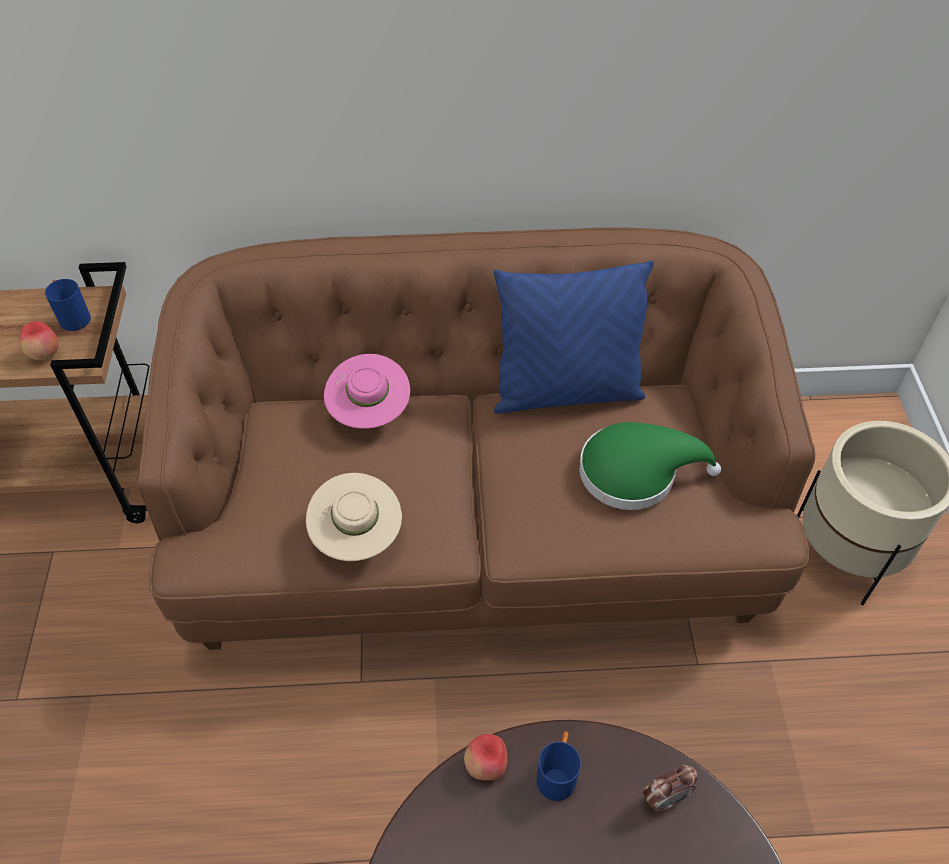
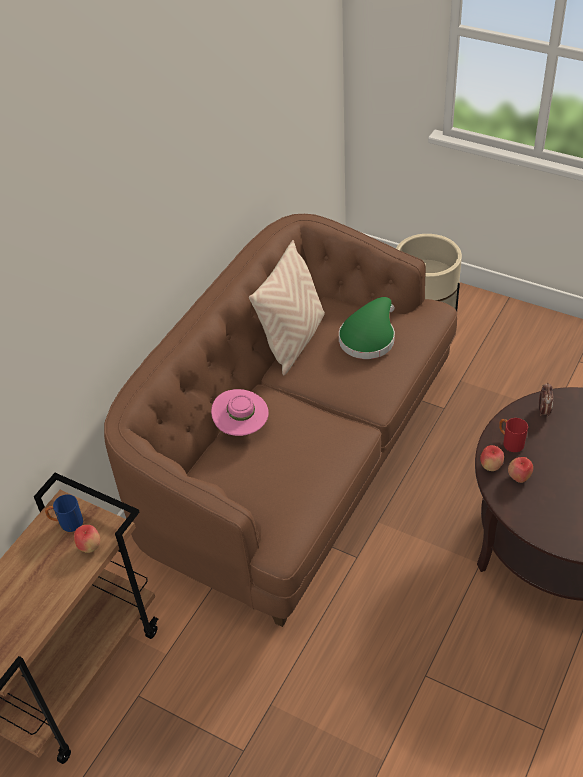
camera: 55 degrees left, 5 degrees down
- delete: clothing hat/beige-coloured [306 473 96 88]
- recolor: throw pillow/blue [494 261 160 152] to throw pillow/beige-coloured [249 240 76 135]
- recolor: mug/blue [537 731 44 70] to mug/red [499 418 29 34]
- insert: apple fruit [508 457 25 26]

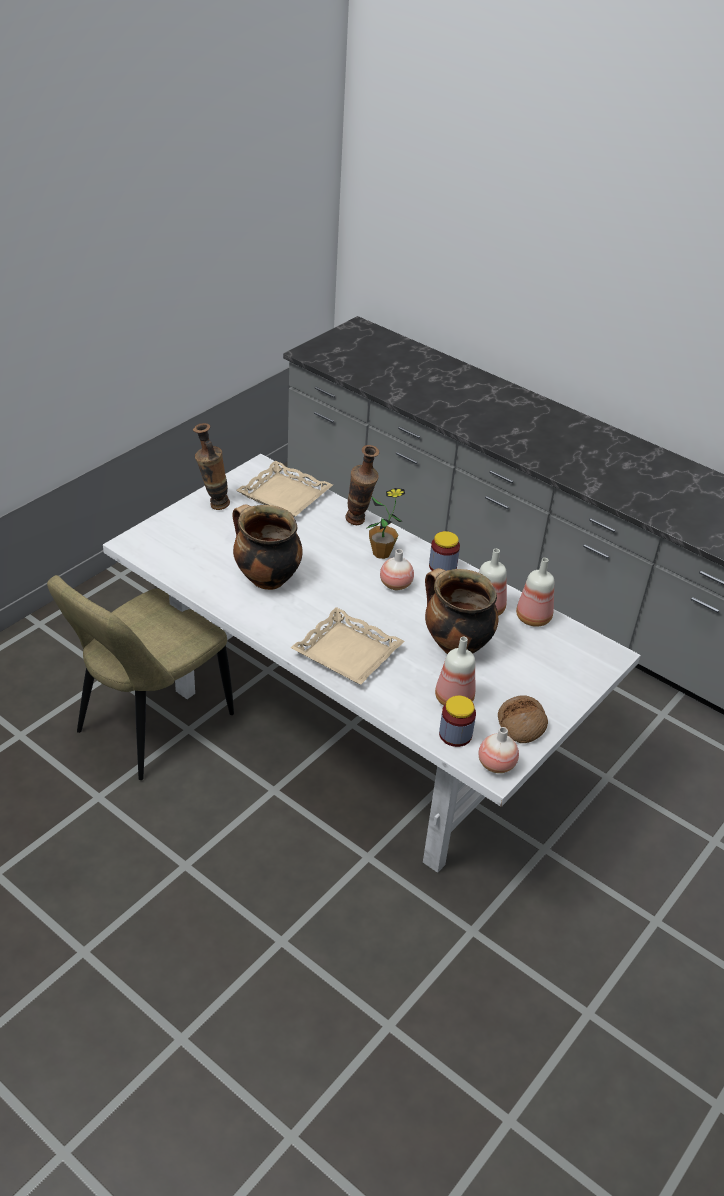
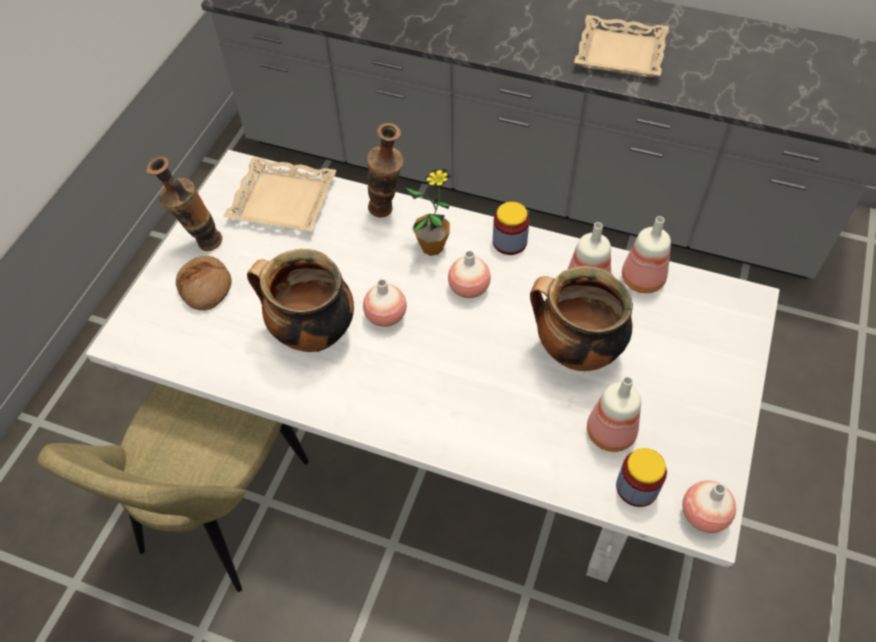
camera: 15 degrees left, 15 degrees up
- move: serving tray/beige-coloured [291 607 114 78] to [574 15 95 62]
- move: bakery bread [498 695 50 48] to [176 256 56 55]
- insert: decorative vase [363 279 44 48]

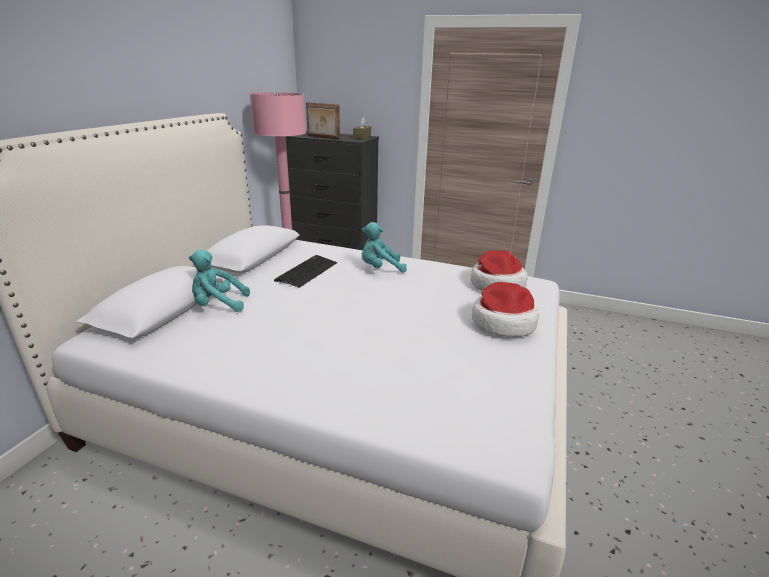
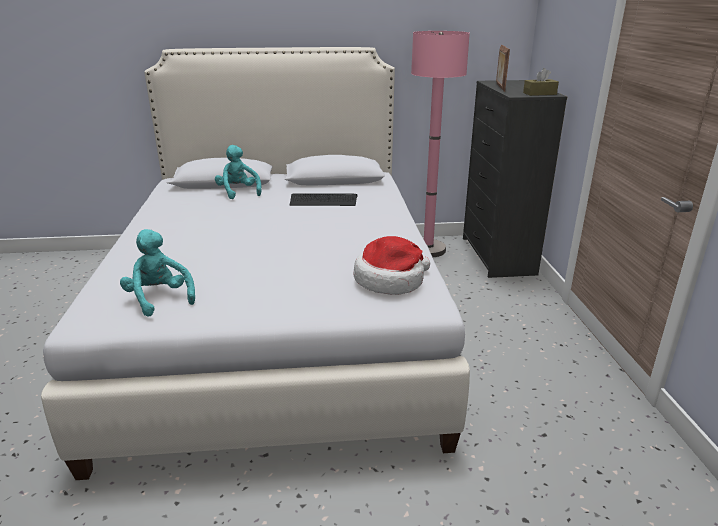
camera: 65 degrees right, 0 degrees up
- move: cuddly toy/turquoise [362 222 45 51] to [120 229 75 88]
- delete: clothing hat [472 282 67 55]

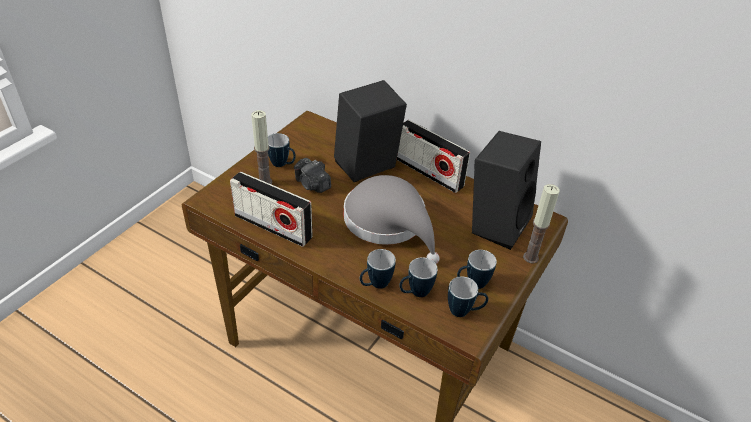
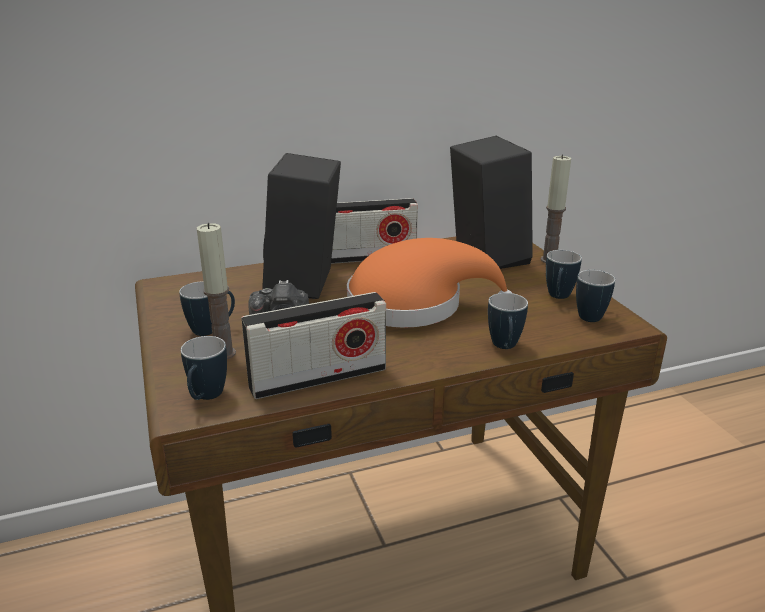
camera: 50 degrees left, 15 degrees down
- recolor: clothing hat/greyish [344 175 96 89] to clothing hat/orangey [347 238 165 90]
- move: mug [399 257 39 40] to [181 336 46 64]

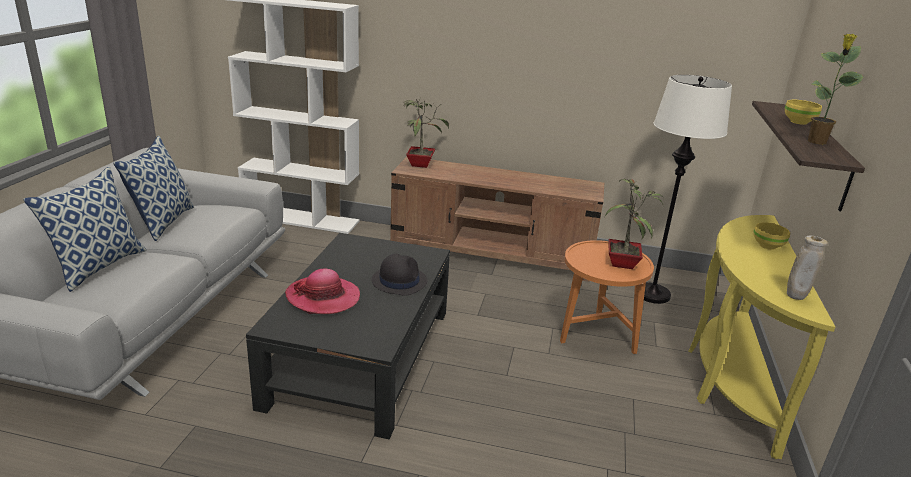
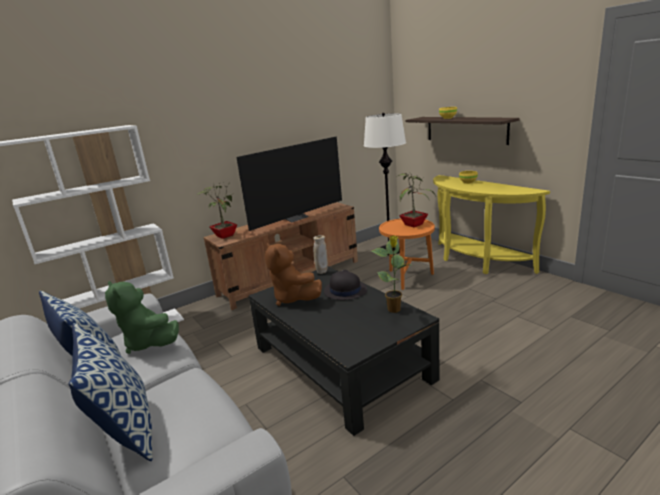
camera: 45 degrees left, 5 degrees down
- delete: clothing hat [285 268 75 46]
- move: decorative vase/beige-coloured [787 236 40 64] to [313 235 15 39]
- move: potted plant [808 34 55 111] to [372 235 41 78]
- insert: cuddly toy/green [105 281 74 73]
- insert: TV [237 137 105 94]
- insert: cuddly toy/brown [265 243 57 63]

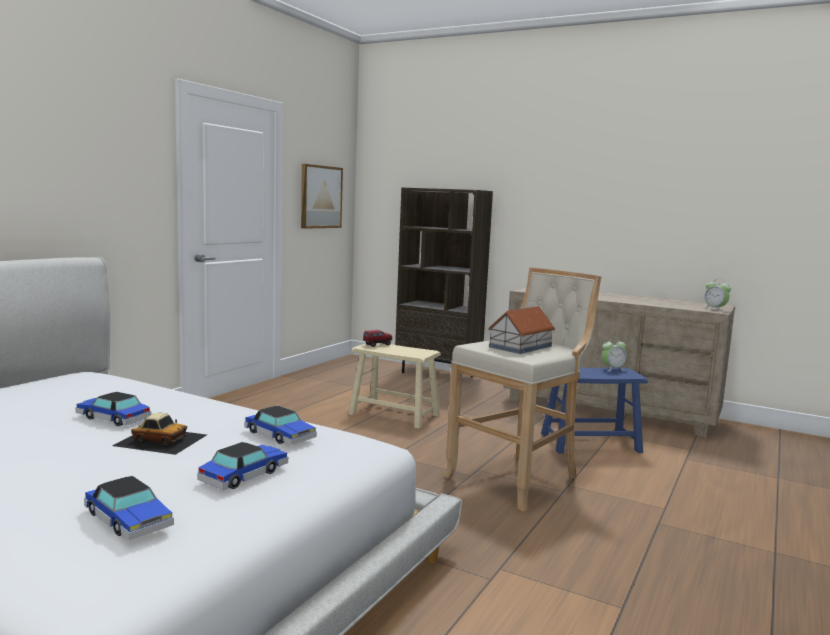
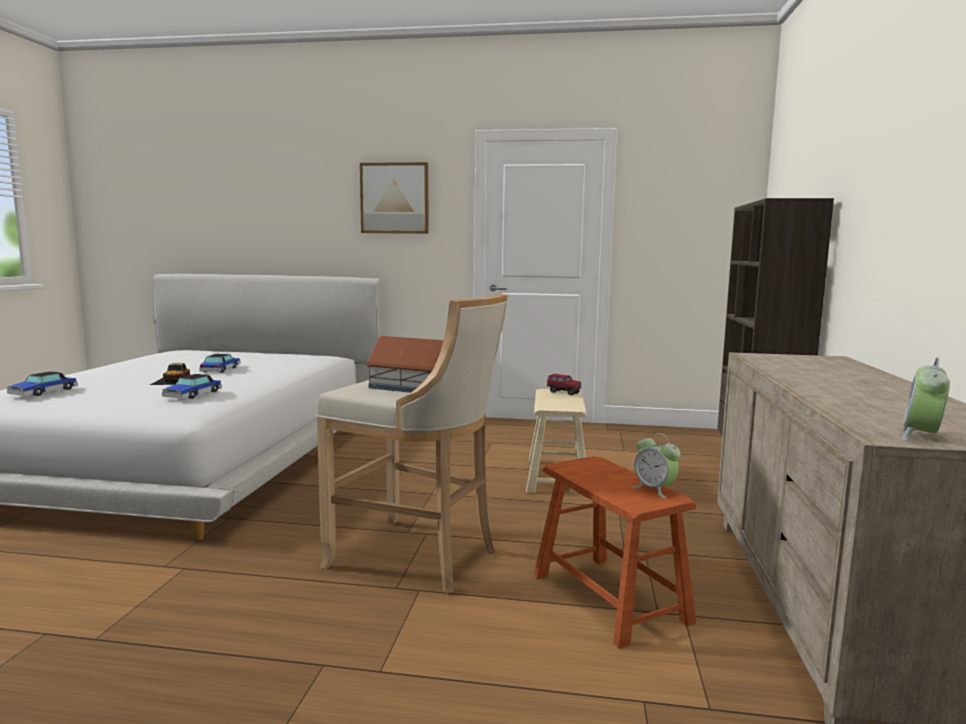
camera: 70 degrees right, 0 degrees up
- delete: model car [197 442 91 48]
- move: picture [301 164 42 65] to [360 162 68 72]
- recolor: sitting stool/blue [541 368 107 86] to sitting stool/brown [533 456 163 193]

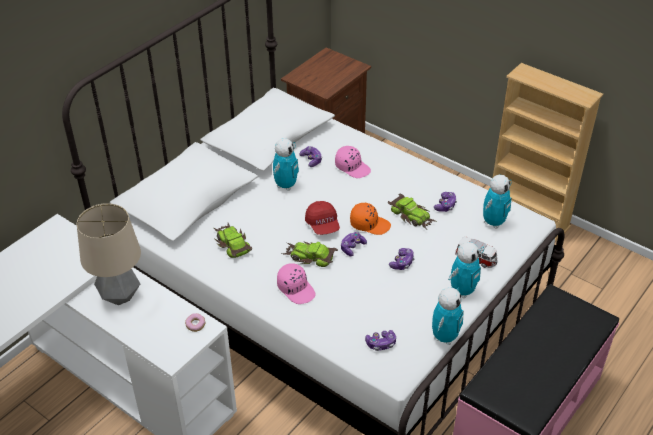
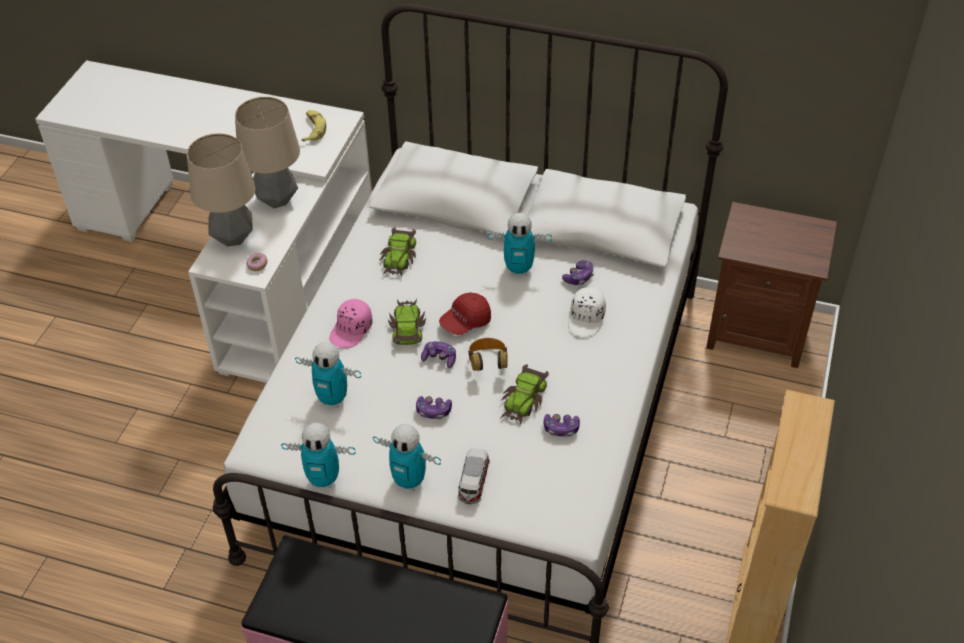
camera: 70 degrees right, 5 degrees up
- rotate: model car [214 223 38 35] = [379 228 37 50] 150 degrees clockwise
- recolor: cap/pink [335 146 36 32] to cap/white-coloured [568 287 38 50]
- replace: cap/orangey [350 203 41 32] to headset [468 338 40 33]
- delete: joypad [365 330 31 21]
- move: model robot [483 175 29 54] to [295 342 66 65]
- insert: lamp for a table [187 133 69 113]
- insert: banana fruit [301 110 25 32]

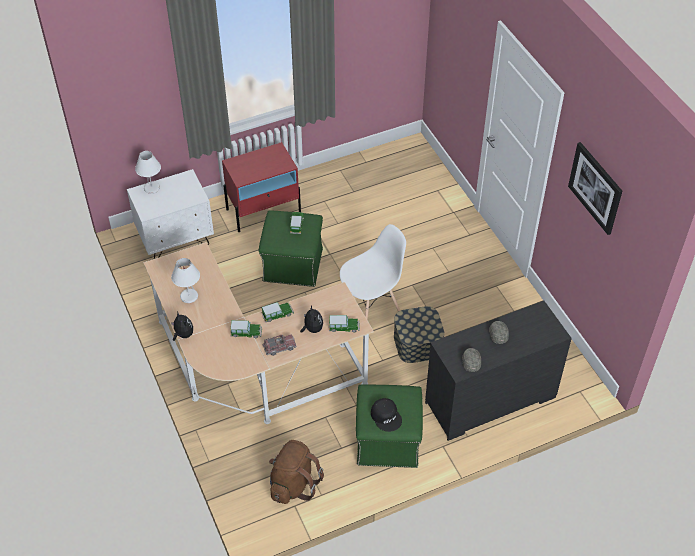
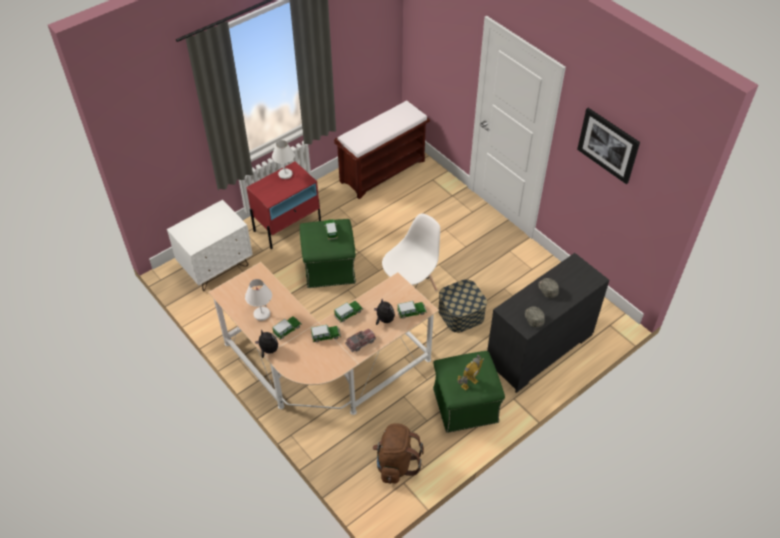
camera: 15 degrees left, 0 degrees up
- move: lamp for a table/white-coloured [135 151 26 43] to [272 140 23 39]
- replace: cap/black [371 398 31 34] to model robot [457 355 27 36]
- insert: model car [272 317 30 23]
- insert: bench/brown [334 100 96 99]

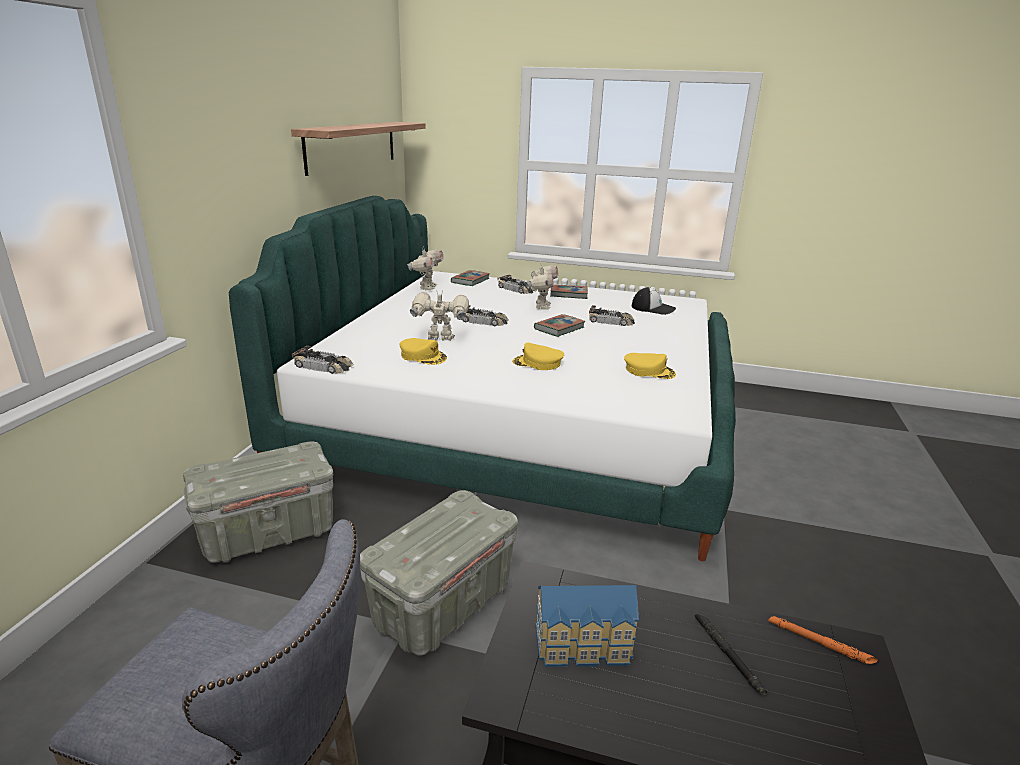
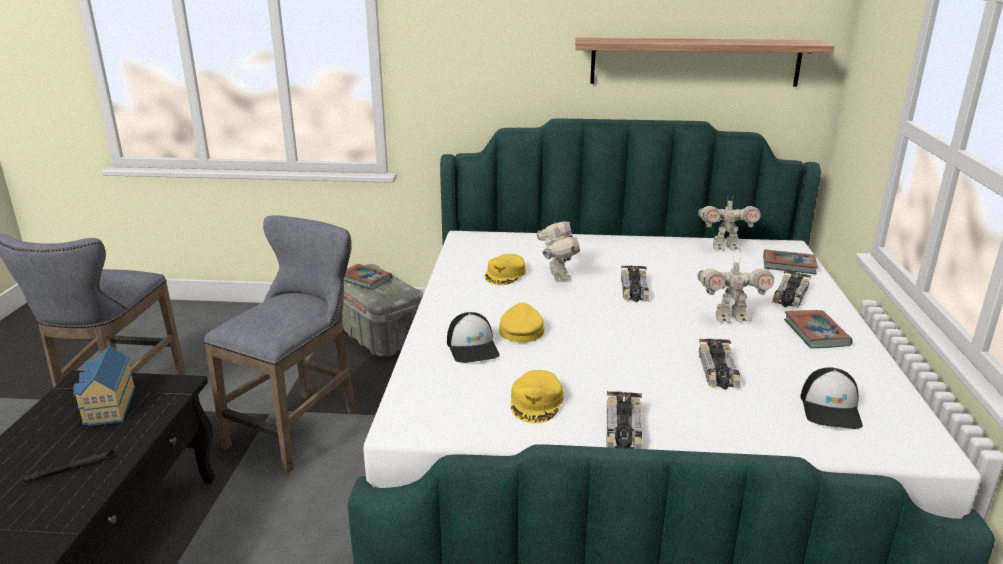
camera: 80 degrees right, 0 degrees up
- move: model car [292 345 62 29] to [606 391 36 58]
- replace: storage container/greyish [360 490 158 166] to sitting stool/greyish [204 215 152 259]
- move: volume [534 314 52 23] to [344 264 48 26]
- delete: torch/orangey [768 616 111 48]
- insert: cap [447 312 53 51]

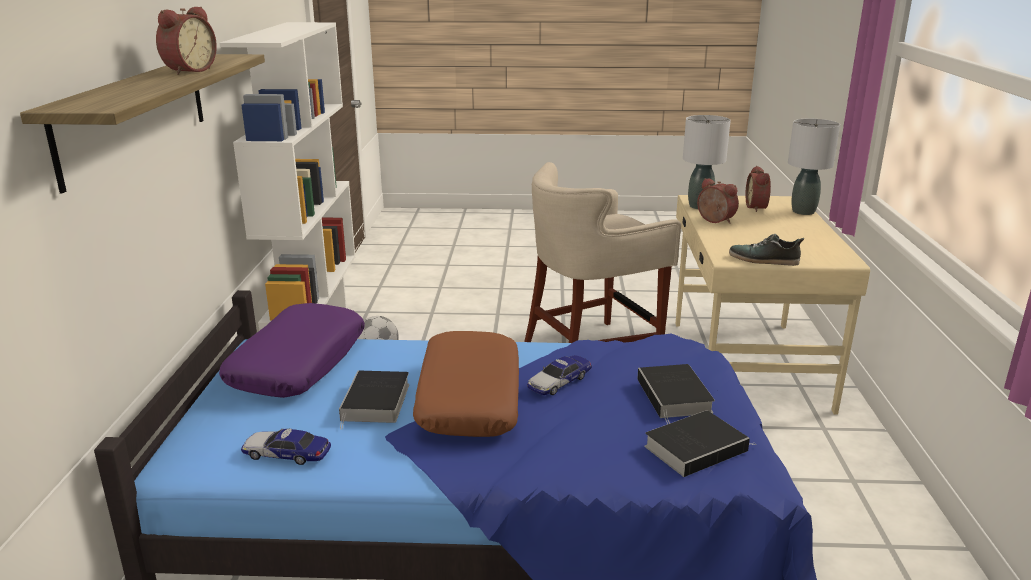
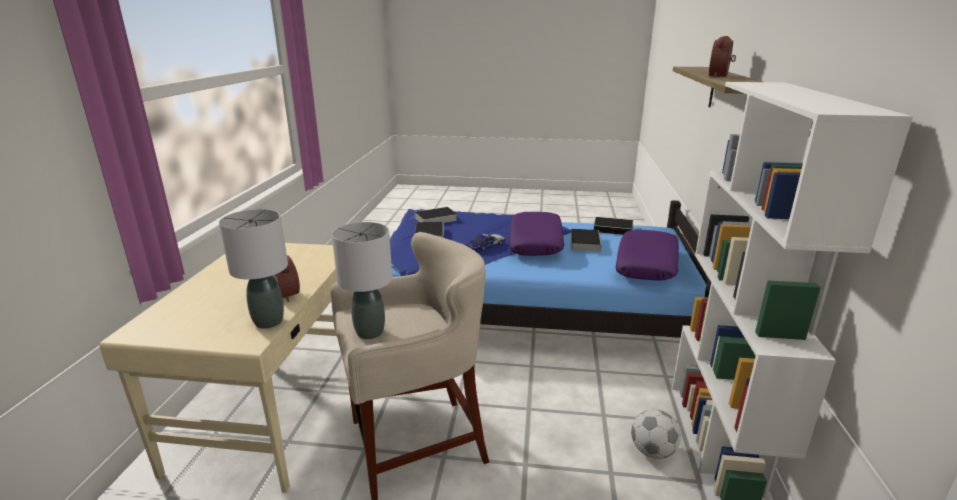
camera: 175 degrees left, 0 degrees up
- replace: model car [241 428 90 37] to volume [594 217 39 18]
- recolor: throw pillow/brown [413 331 106 106] to throw pillow/purplish [509 212 55 44]
- delete: item of footwear [729 234 75 32]
- delete: bedside clock [746 166 25 46]
- move: lamp for a table/greyish [788 119 52 96] to [332 222 60 117]

